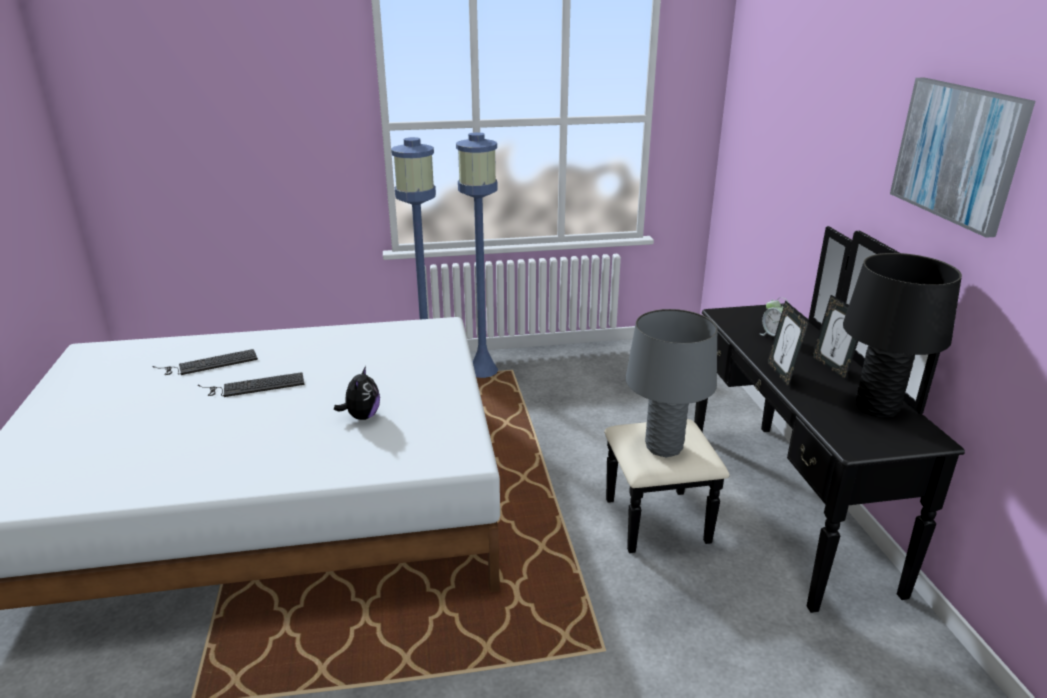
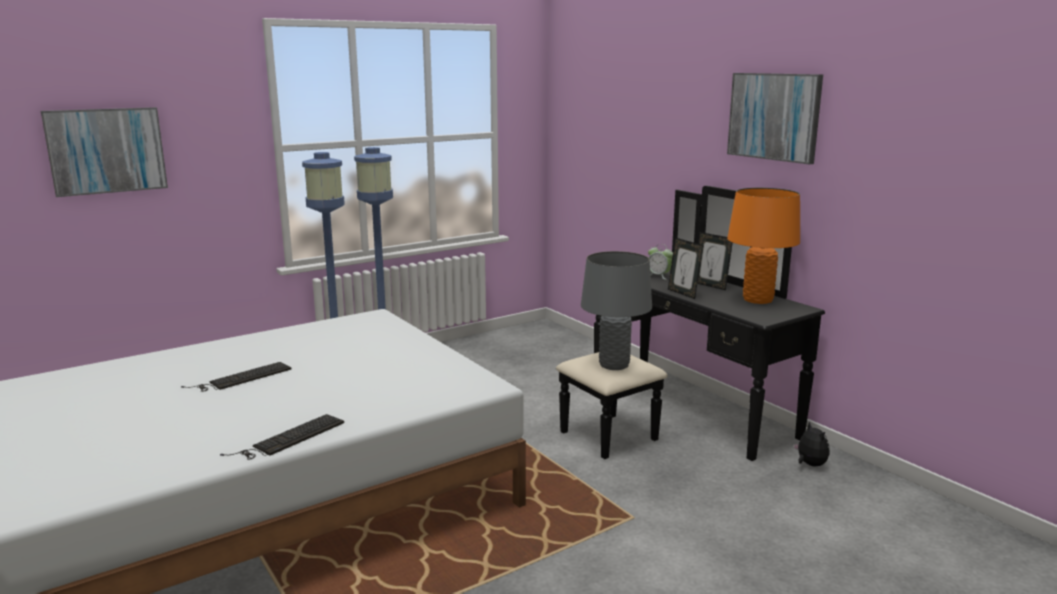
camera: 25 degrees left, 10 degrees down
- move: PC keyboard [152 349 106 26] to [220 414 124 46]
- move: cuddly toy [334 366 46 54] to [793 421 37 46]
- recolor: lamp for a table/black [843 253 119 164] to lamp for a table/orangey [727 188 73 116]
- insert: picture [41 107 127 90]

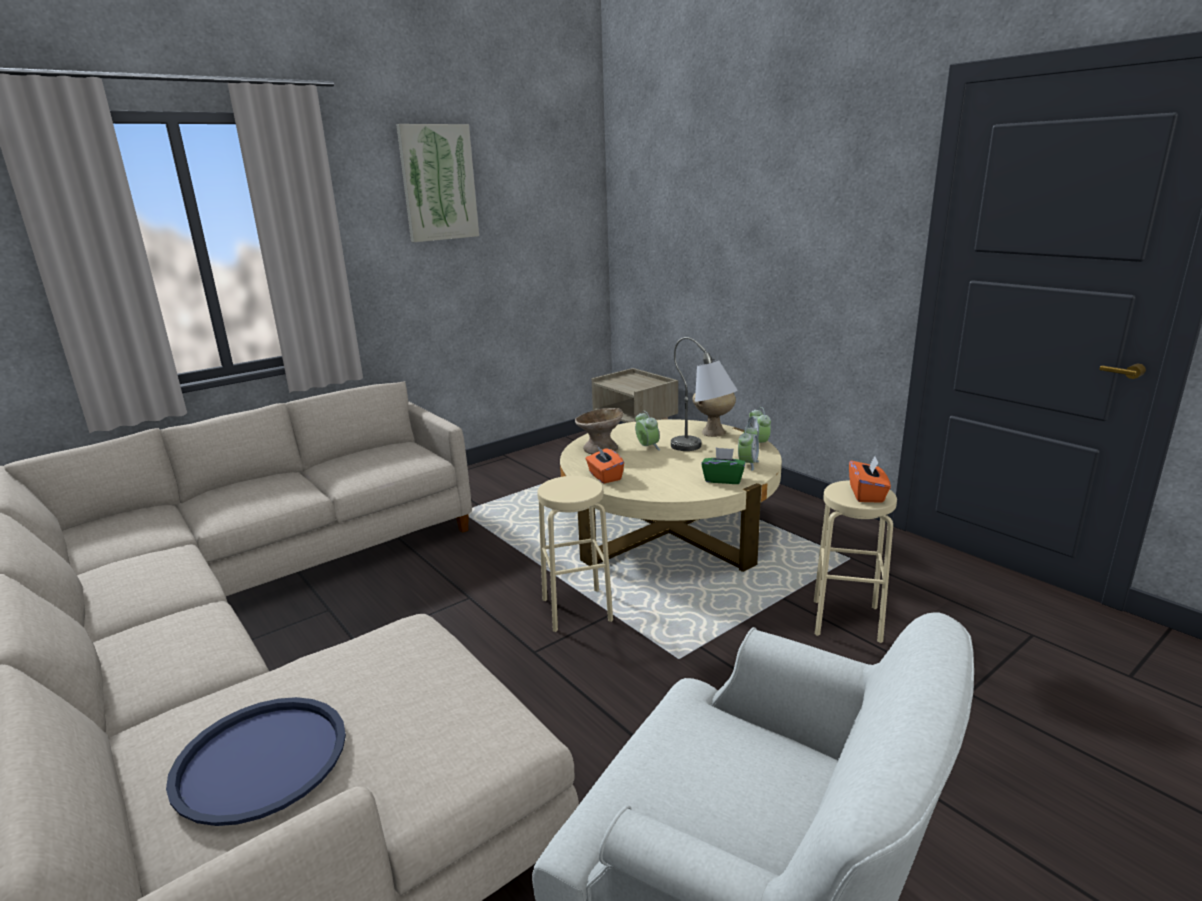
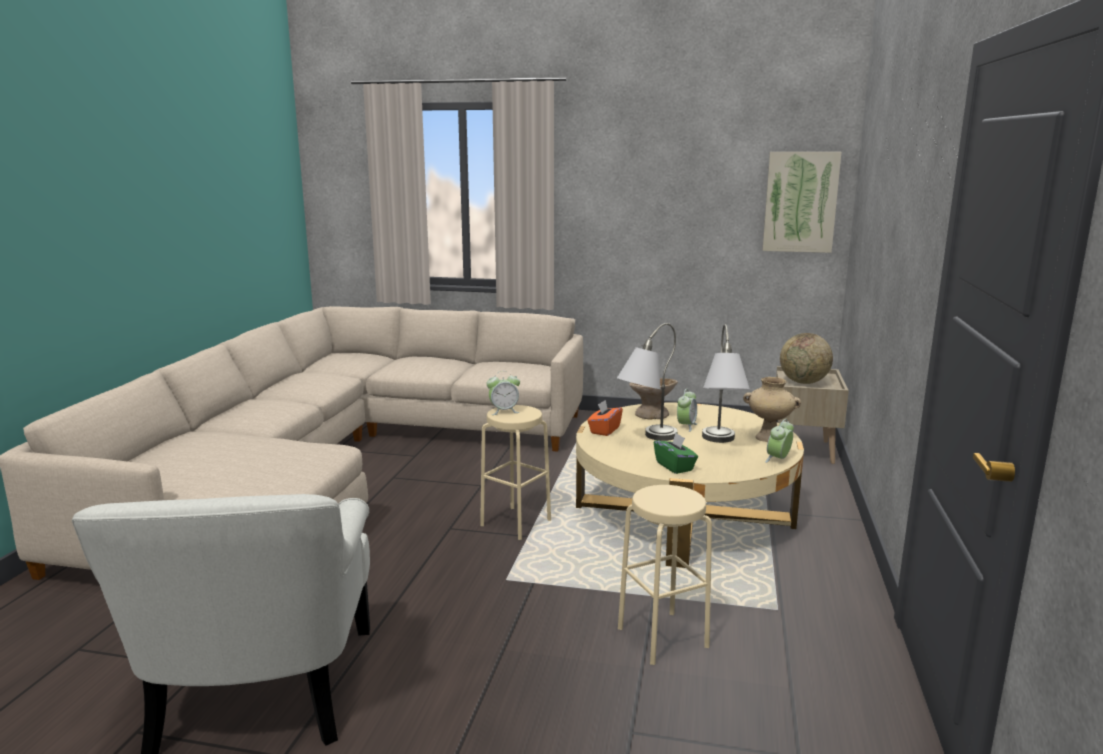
camera: 50 degrees right, 5 degrees down
- delete: serving tray/blue [166 697 180 129]
- move: picture [396 124 83 118] to [763 152 79 101]
- move: bedside clock [738 425 21 46] to [487 371 33 44]
- delete: tissue box/orangey [849 456 42 47]
- insert: lamp for a table/greyish [617 323 60 118]
- insert: world globe [780 333 53 51]

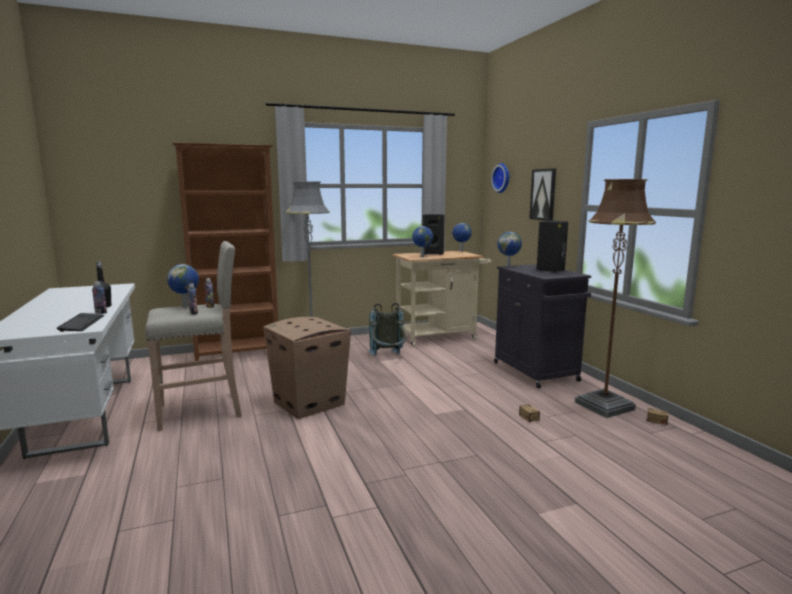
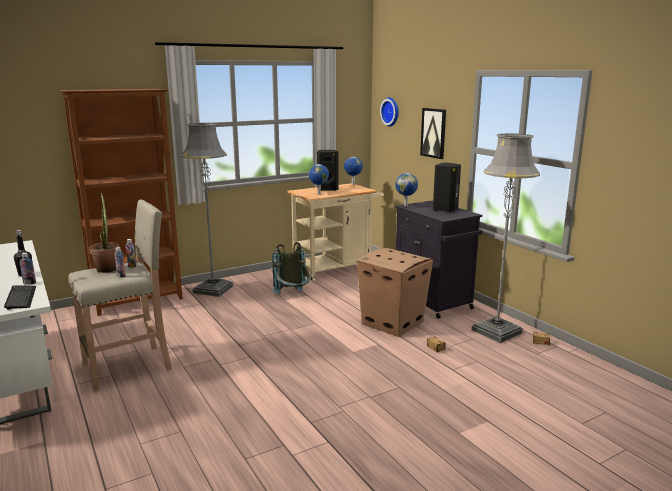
camera: 10 degrees left, 5 degrees up
- replace: world globe [167 264 32 44] to potted plant [89 192 30 81]
- move: cardboard box [263 317 88 102] to [357 248 76 89]
- recolor: standing lamp/brown [575 179 81 239] to standing lamp/greyish [472 134 68 209]

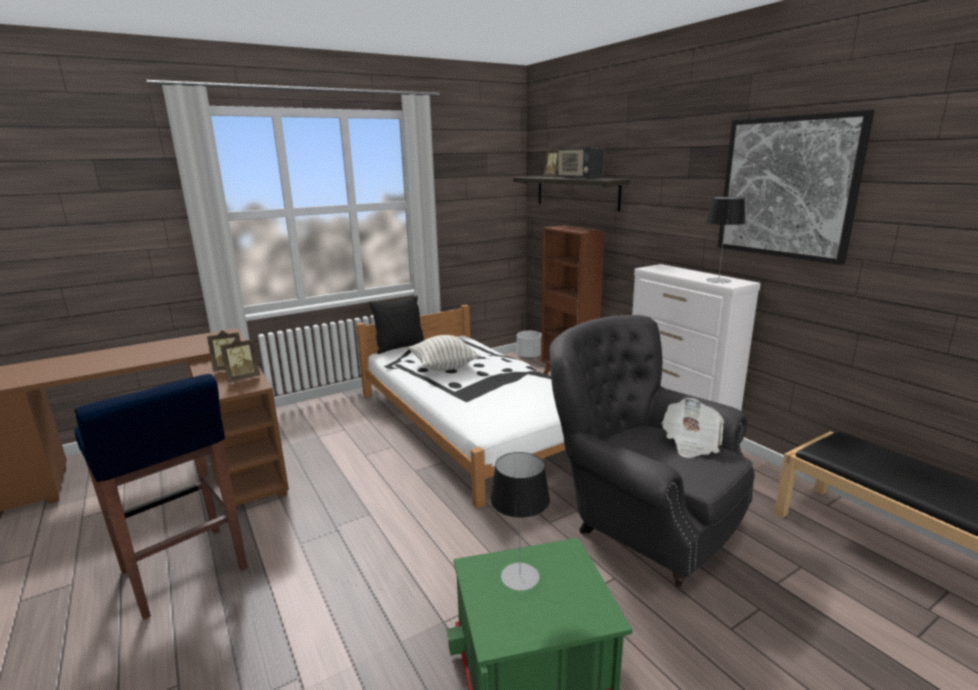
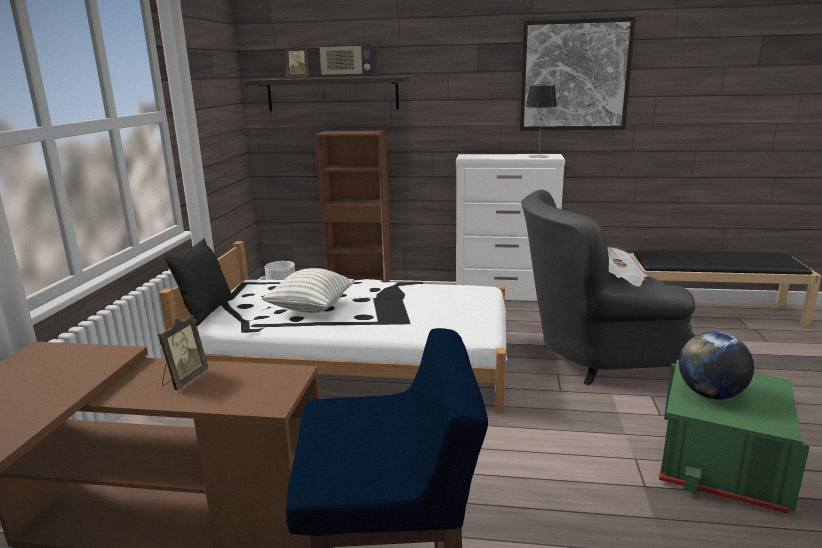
camera: 50 degrees left, 0 degrees up
- delete: standing frame [220 338 40 44]
- replace: lamp for a table [490 452 60 139] to world globe [679 331 75 68]

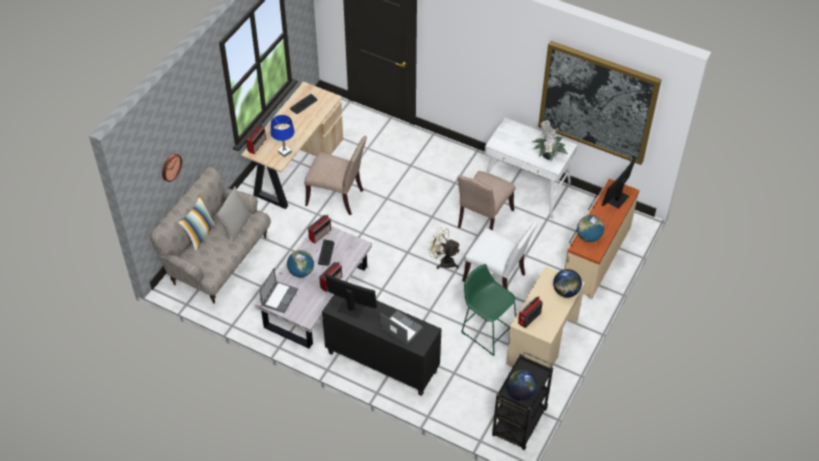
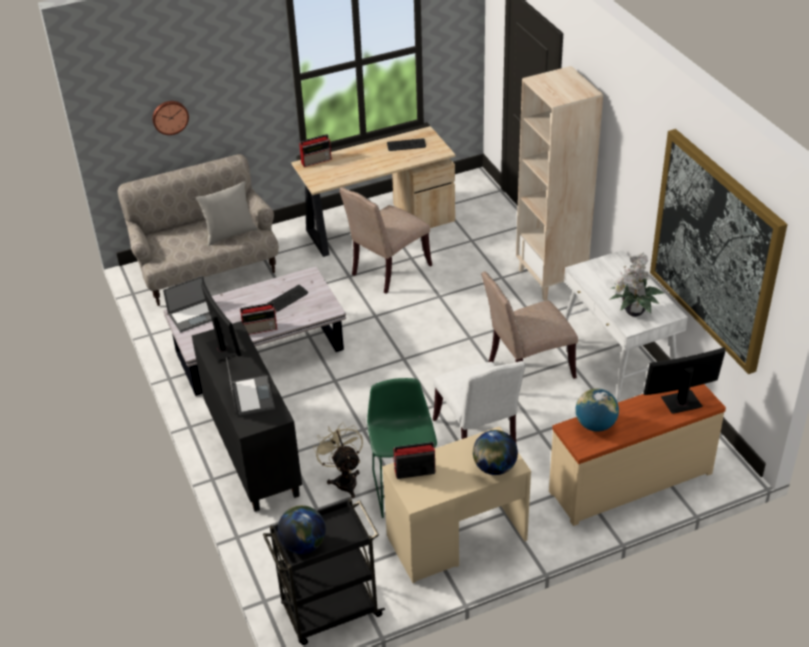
camera: 40 degrees right, 10 degrees down
- delete: throw pillow [178 195 38 56]
- delete: lamp for a table/blue [271 115 23 42]
- delete: world globe [287 250 27 27]
- rotate: upright chair/beige-coloured [304 136 63 79] = [339 187 93 106] 75 degrees clockwise
- delete: radio set [308 214 23 30]
- move: electric fan/beige-coloured [428 227 32 42] to [313 422 50 76]
- insert: shelving unit/beige-coloured [516 66 87 235]

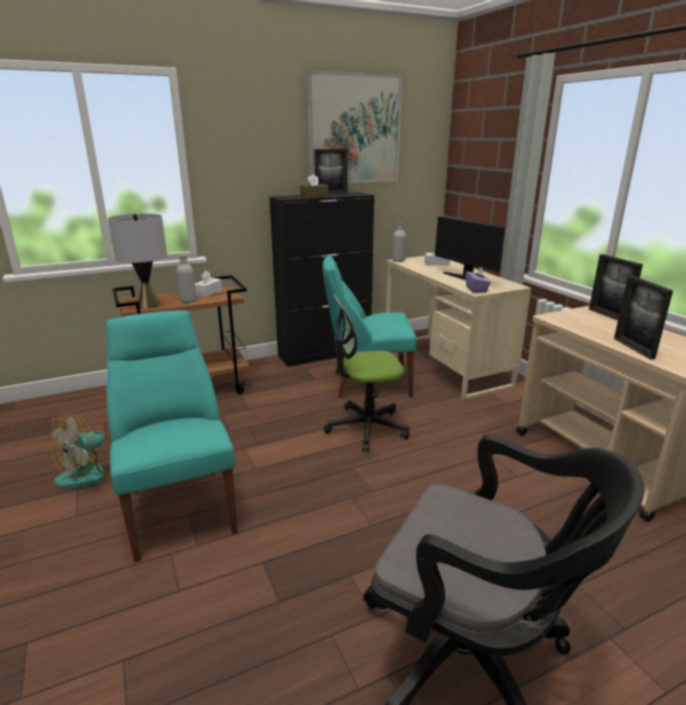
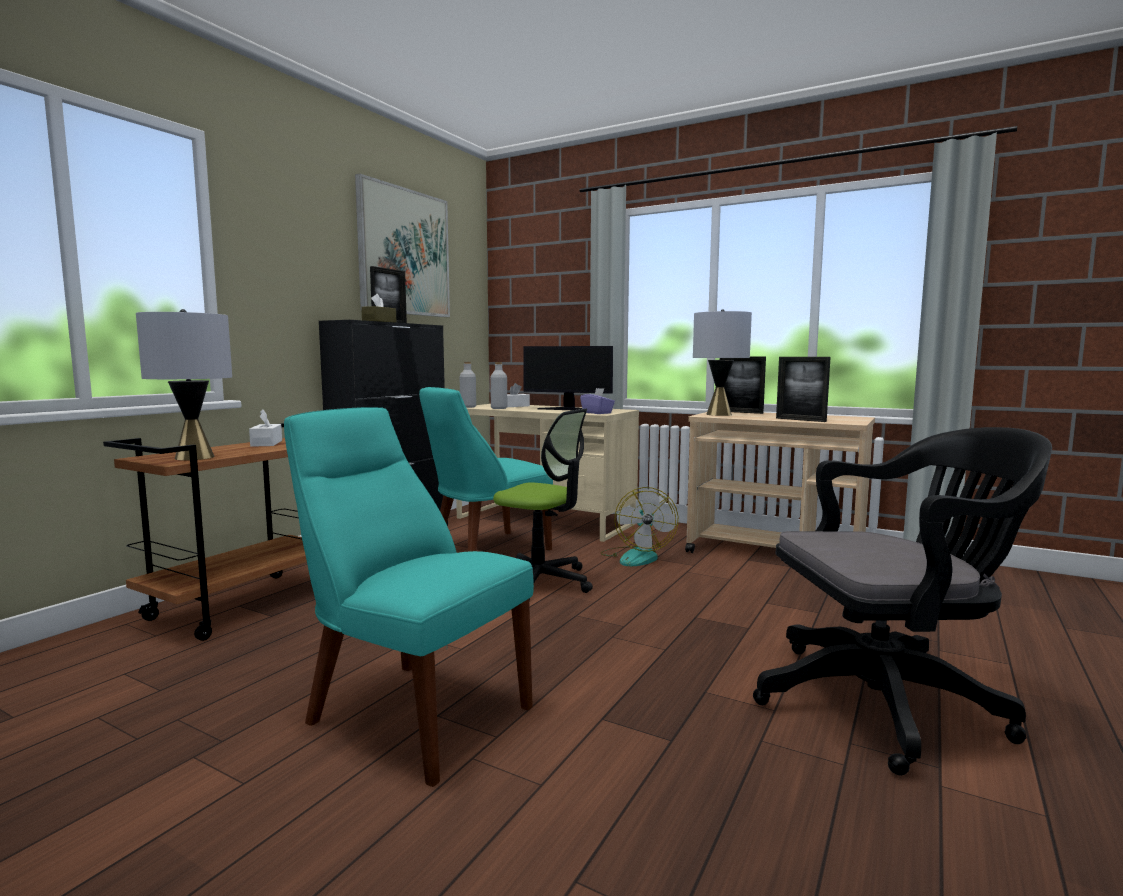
camera: 35 degrees left, 15 degrees down
- move: electric fan [49 413 62 75] to [601 487 77 79]
- move: bottle/greyish [176 255 20 48] to [490 362 17 47]
- rotate: office chair [324 295 85 157] = [493 409 100 192] 105 degrees counterclockwise
- insert: lamp for a table/greyish [693 309 59 107]

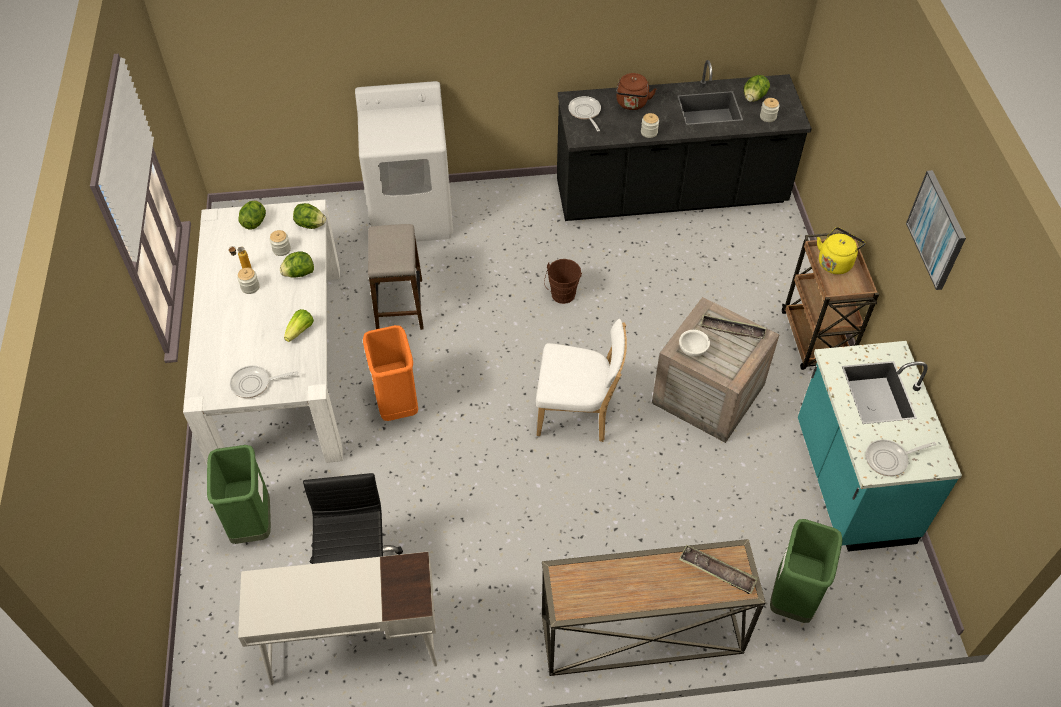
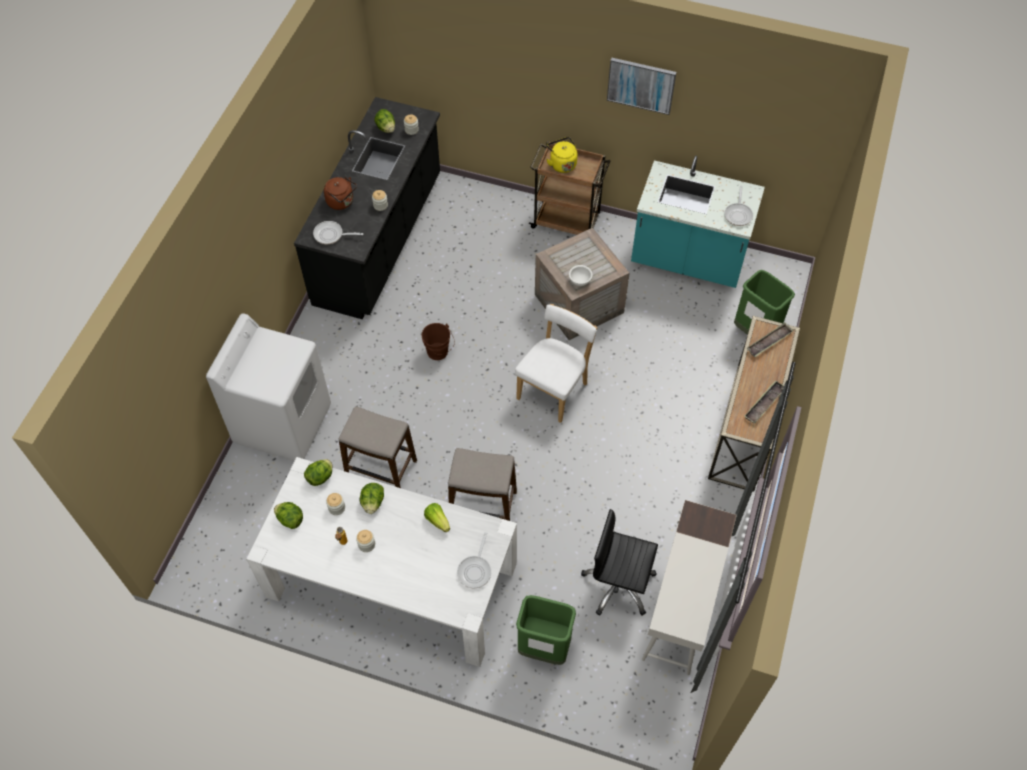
camera: 65 degrees left, 5 degrees up
- replace: trash can/orangey [363 325 55 96] to sitting stool [448 448 69 73]
- move: serving tray [700 315 66 24] to [744 380 40 43]

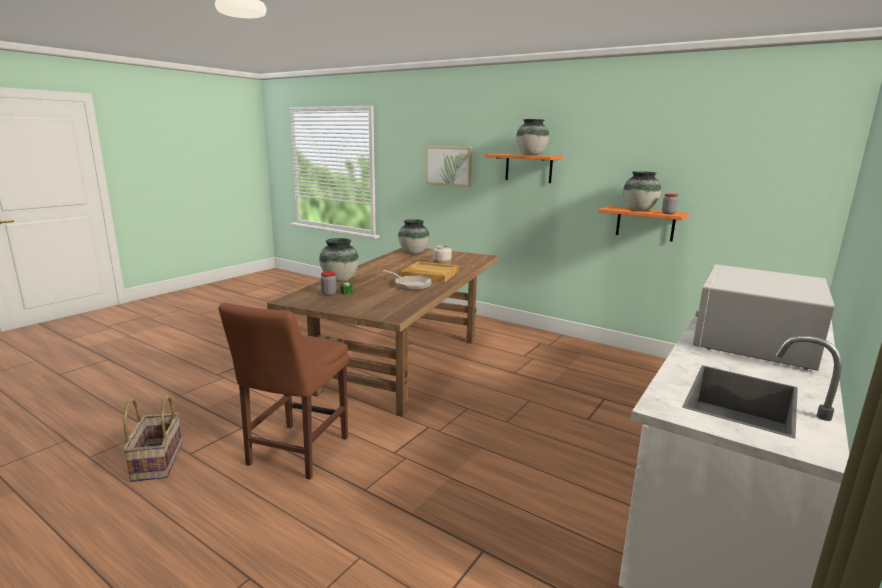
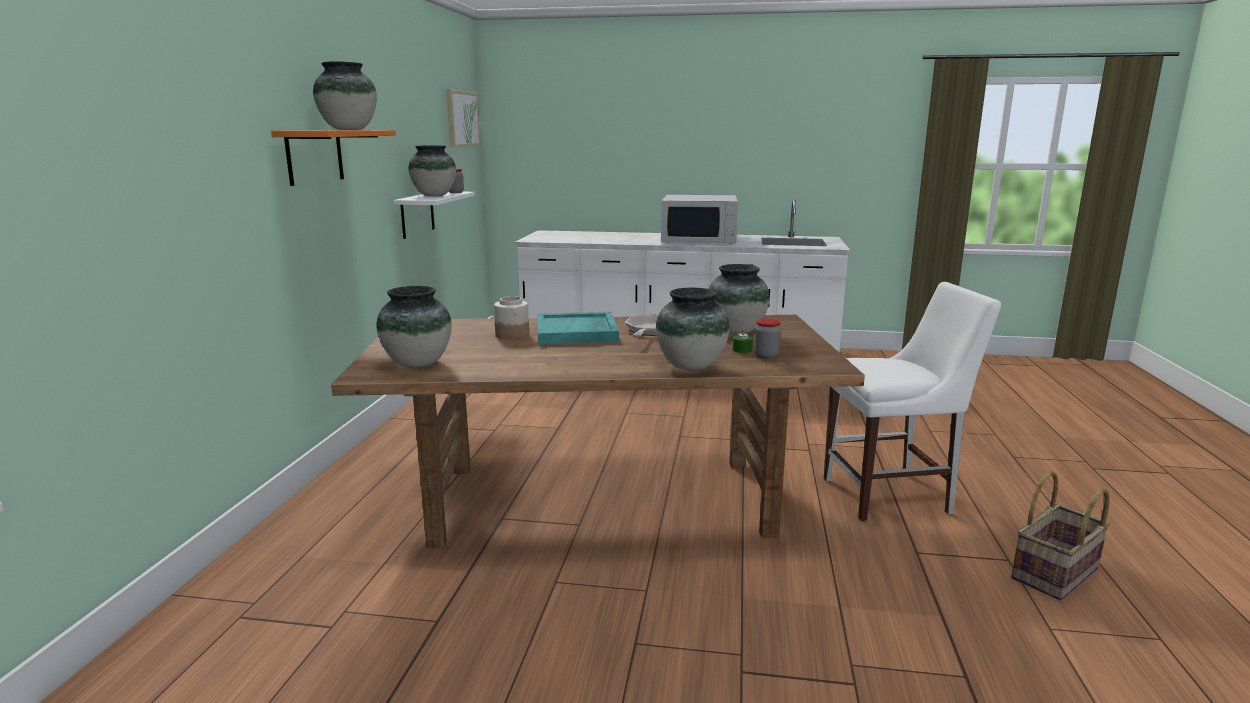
camera: 115 degrees left, 0 degrees up
- recolor: upright chair/brown [219 303 130 177] to upright chair/white-coloured [824 282 177 239]
- recolor: serving tray/beige-coloured [401 261 58 21] to serving tray/turquoise [537 312 82 33]
- move: picture [426 146 46 41] to [447 89 34 59]
- recolor: bracket shelf/orangey [598 206 91 35] to bracket shelf/white-coloured [393 192 82 47]
- insert: decorative vase [709 264 61 71]

